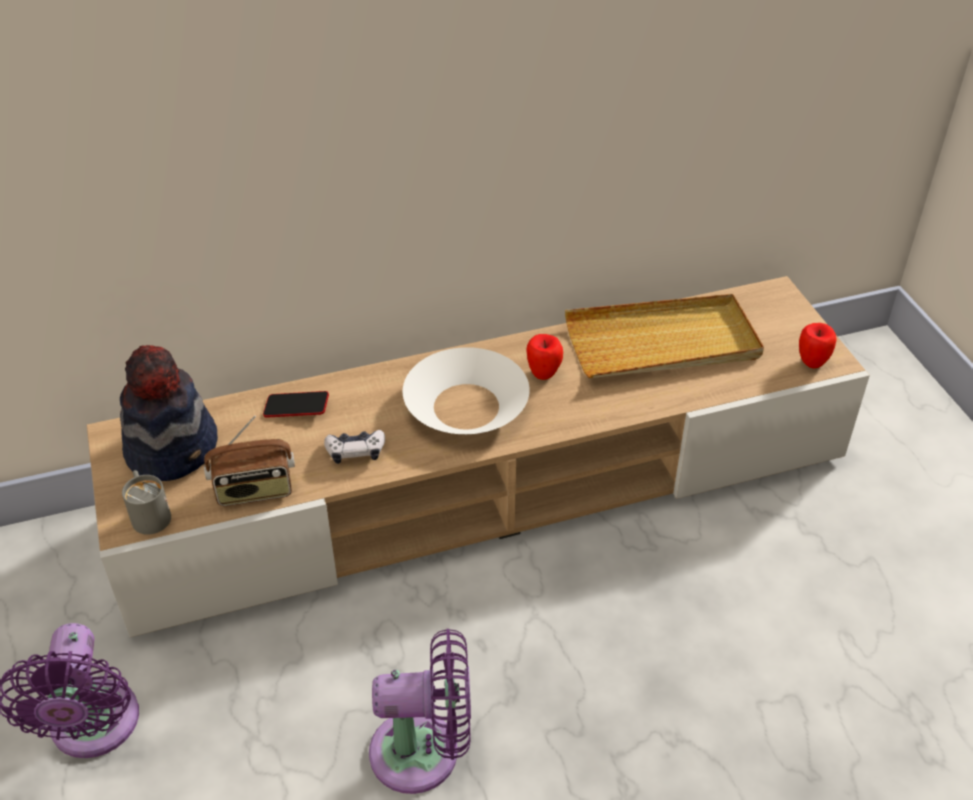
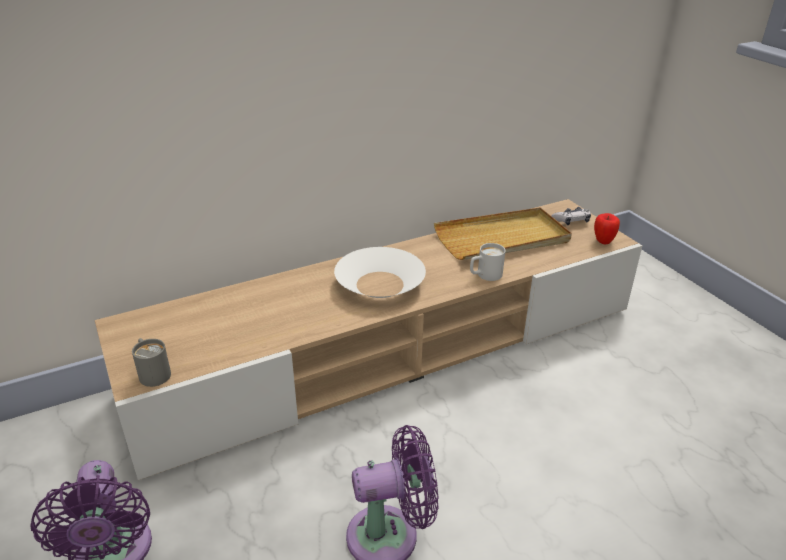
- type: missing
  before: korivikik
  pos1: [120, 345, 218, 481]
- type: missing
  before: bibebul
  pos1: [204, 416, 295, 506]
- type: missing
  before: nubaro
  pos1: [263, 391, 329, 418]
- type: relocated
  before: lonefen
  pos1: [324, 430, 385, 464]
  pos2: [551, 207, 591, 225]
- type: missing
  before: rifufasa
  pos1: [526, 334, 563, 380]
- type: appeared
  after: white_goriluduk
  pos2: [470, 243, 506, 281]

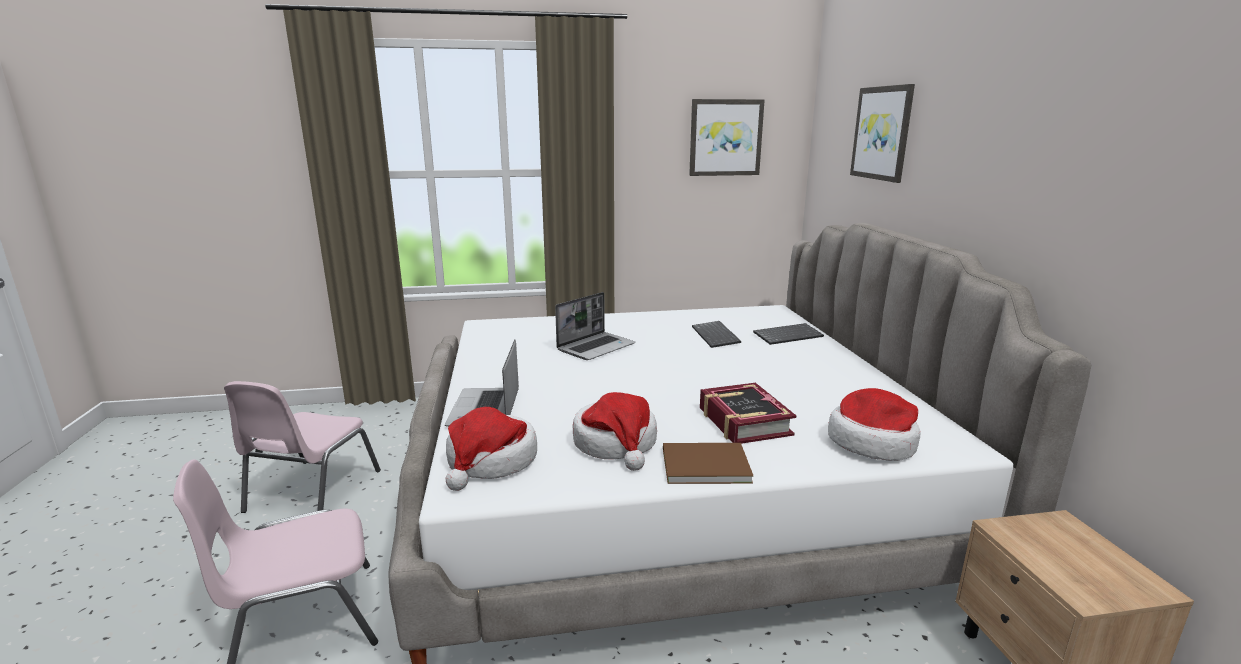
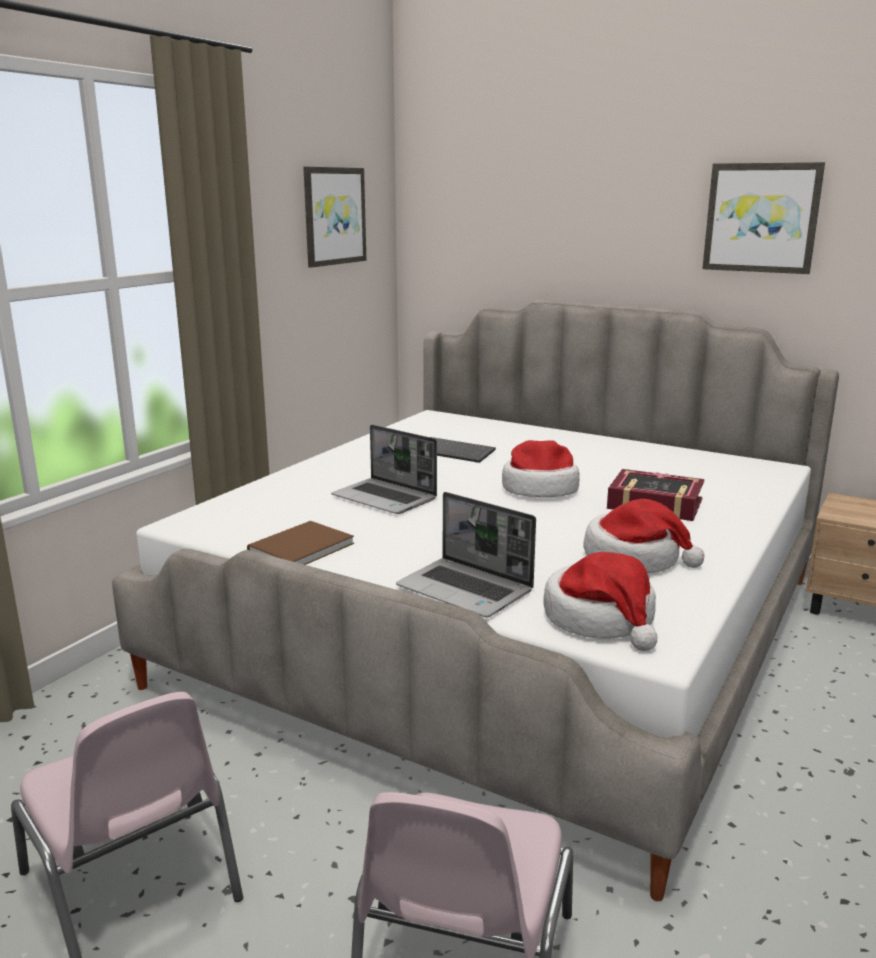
- type: spun
  before: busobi
  pos1: [555, 292, 636, 360]
  pos2: [331, 425, 437, 514]
  turn: 135
- type: relocated
  before: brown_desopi
  pos1: [663, 443, 753, 484]
  pos2: [247, 521, 354, 565]
- type: missing
  before: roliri
  pos1: [753, 323, 824, 345]
- type: relocated
  before: korivikik
  pos1: [828, 388, 920, 461]
  pos2: [502, 440, 580, 497]
- type: relocated
  before: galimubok
  pos1: [850, 84, 915, 183]
  pos2: [702, 162, 825, 274]

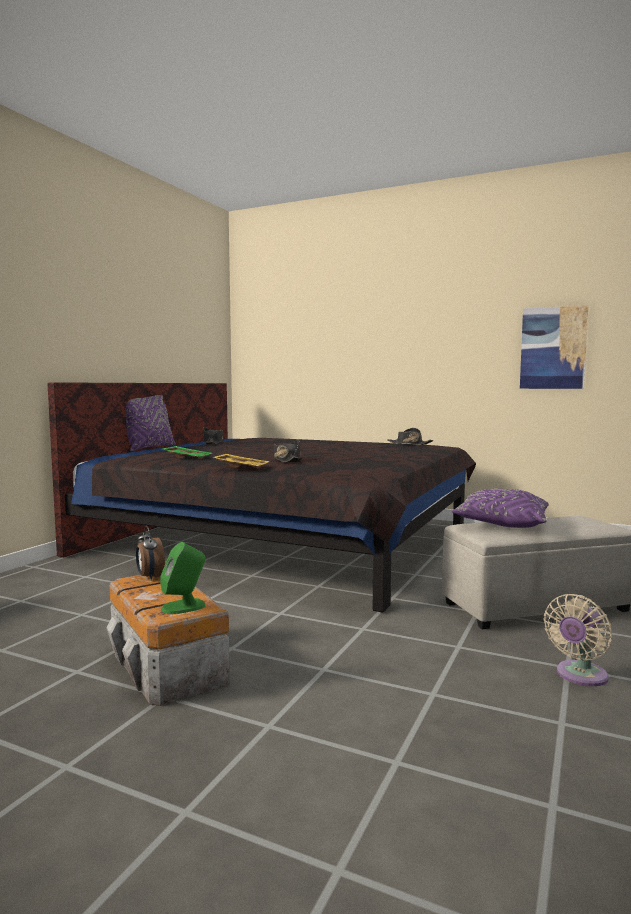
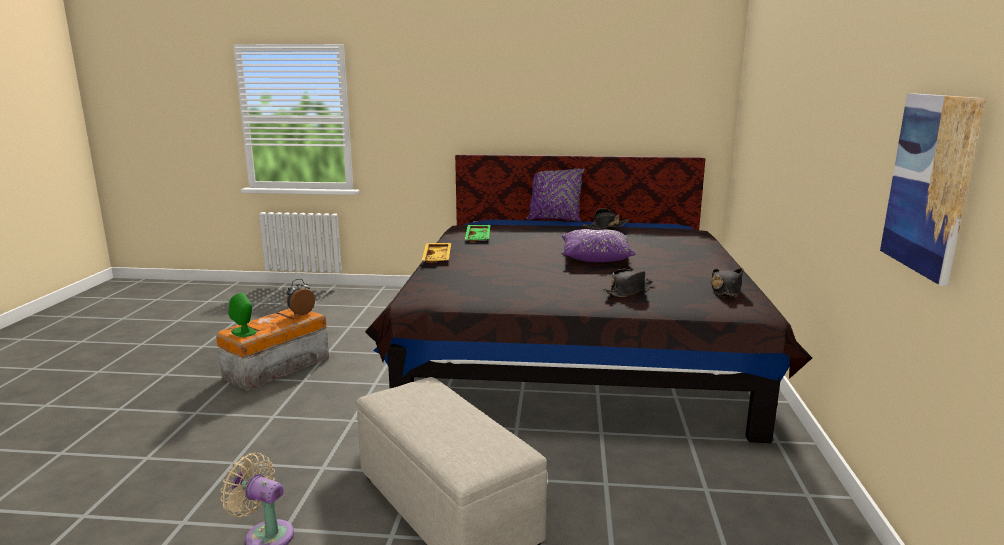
- type: relocated
  before: black_korivikik
  pos1: [274, 440, 302, 462]
  pos2: [603, 269, 653, 297]
- type: relocated
  before: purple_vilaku
  pos1: [452, 489, 548, 528]
  pos2: [561, 229, 635, 262]

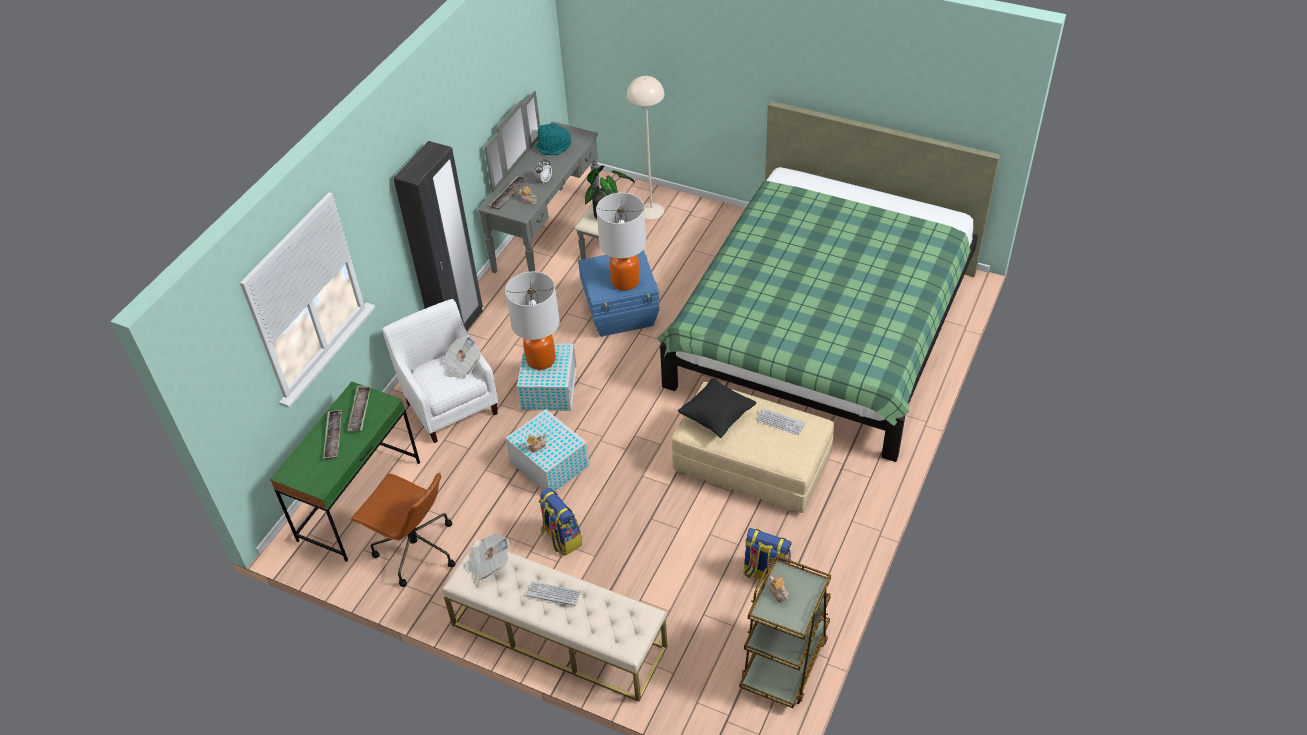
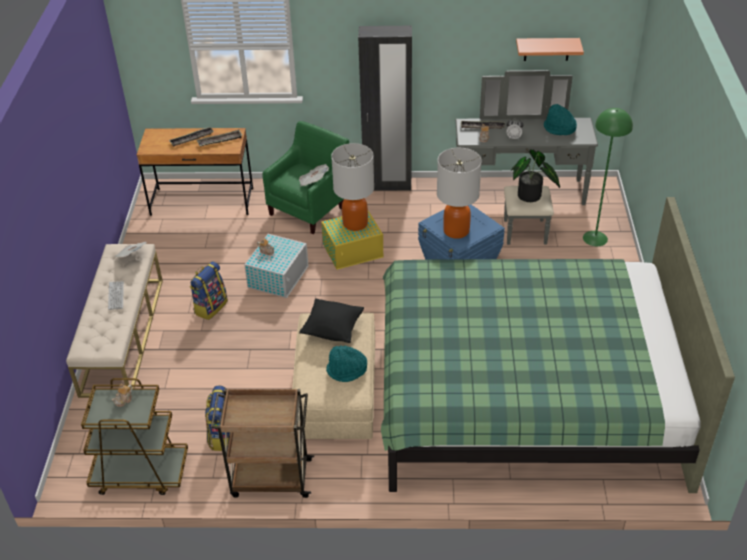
- type: colour
  before: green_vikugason
  after: brown_vikugason
  pos1: [270, 381, 420, 562]
  pos2: [137, 128, 253, 216]
- type: missing
  before: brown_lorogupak
  pos1: [350, 473, 455, 587]
- type: colour
  before: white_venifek
  after: green_venifek
  pos1: [382, 299, 498, 443]
  pos2: [263, 121, 349, 234]
- type: colour
  before: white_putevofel
  after: yellow_putevofel
  pos1: [517, 343, 577, 411]
  pos2: [321, 210, 383, 270]
- type: colour
  before: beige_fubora
  after: green_fubora
  pos1: [627, 76, 664, 219]
  pos2: [583, 108, 633, 246]
- type: exchanged
  before: roliri
  after: turquoise_korivikik
  pos1: [756, 408, 805, 435]
  pos2: [326, 346, 367, 382]
- type: appeared
  after: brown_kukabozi
  pos2: [211, 389, 314, 498]
- type: appeared
  after: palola
  pos2: [516, 38, 584, 61]

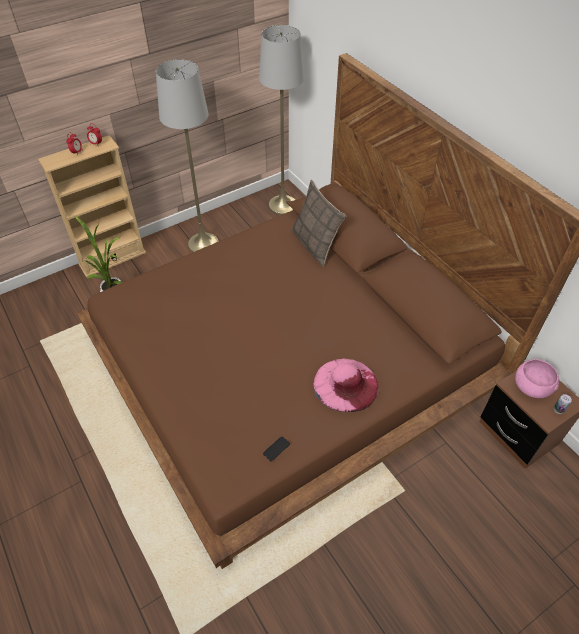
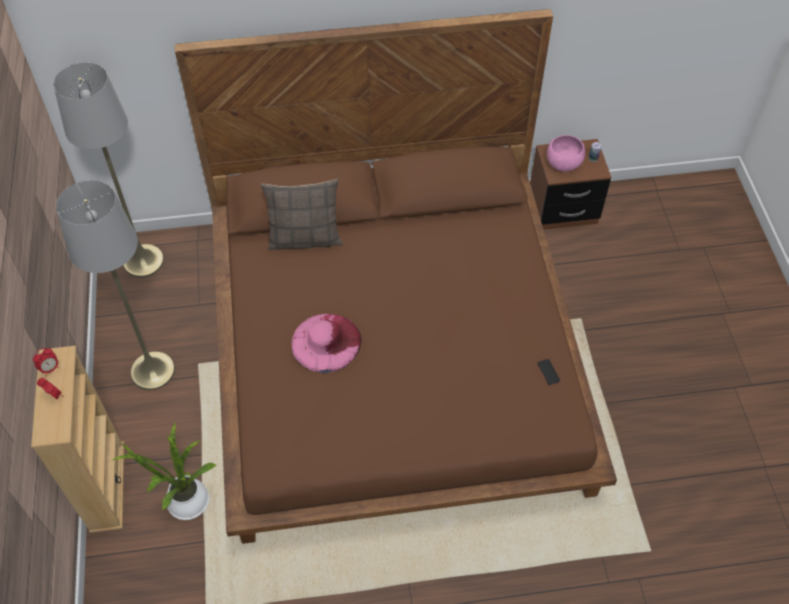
- type: relocated
  before: pink_korivikik
  pos1: [314, 359, 378, 412]
  pos2: [292, 314, 362, 373]

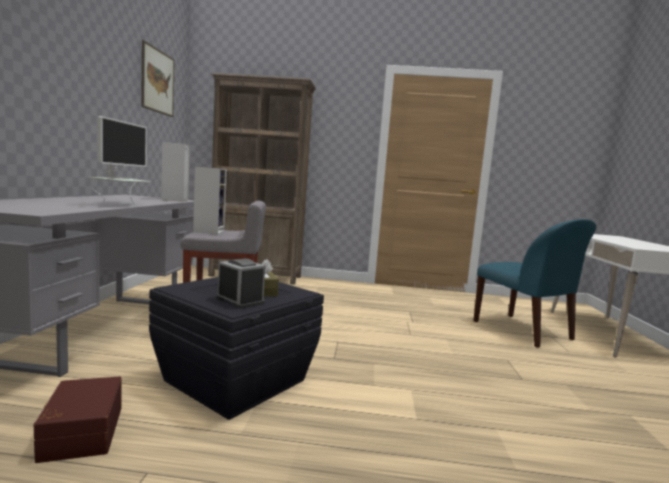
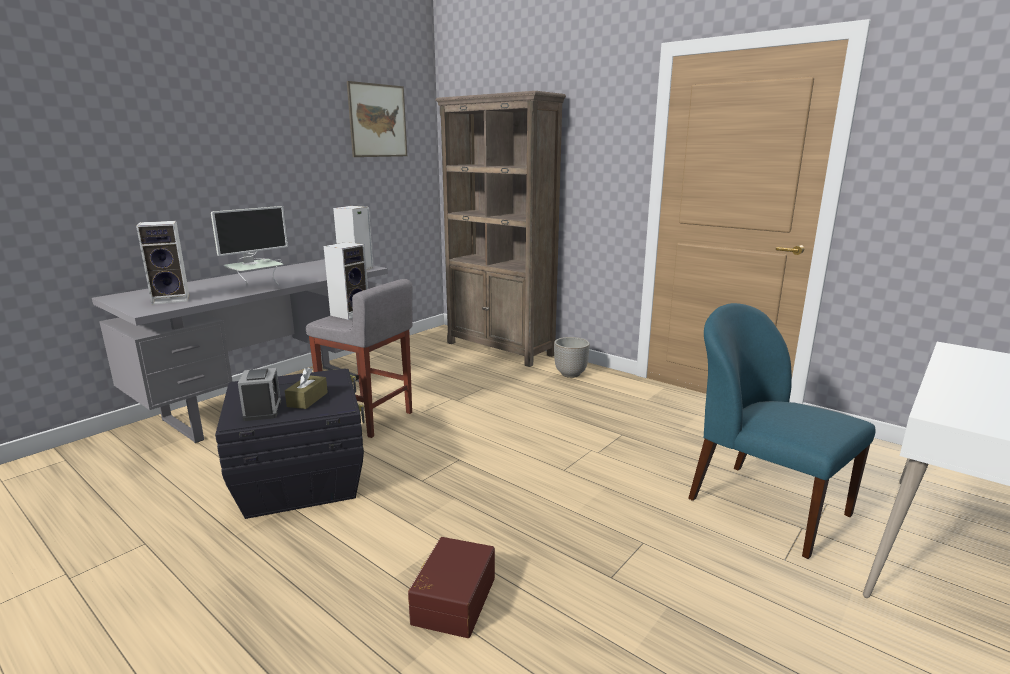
- type: relocated
  before: brown_putevofel
  pos1: [34, 376, 121, 463]
  pos2: [408, 537, 495, 638]
- type: spun
  before: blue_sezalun
  pos1: [474, 219, 596, 348]
  pos2: [688, 303, 876, 559]
  turn: 135
- type: appeared
  after: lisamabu
  pos2: [136, 221, 189, 305]
- type: appeared
  after: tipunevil
  pos2: [554, 337, 590, 378]

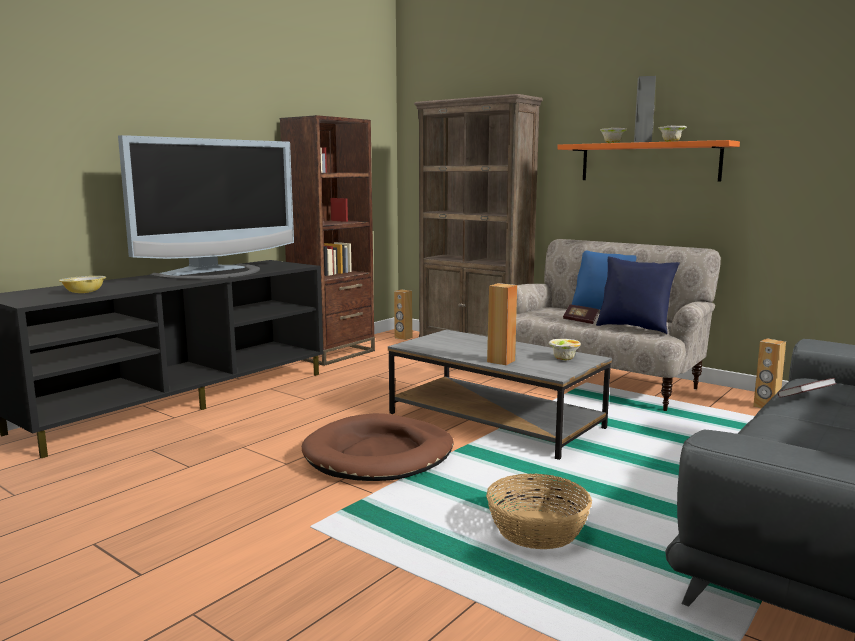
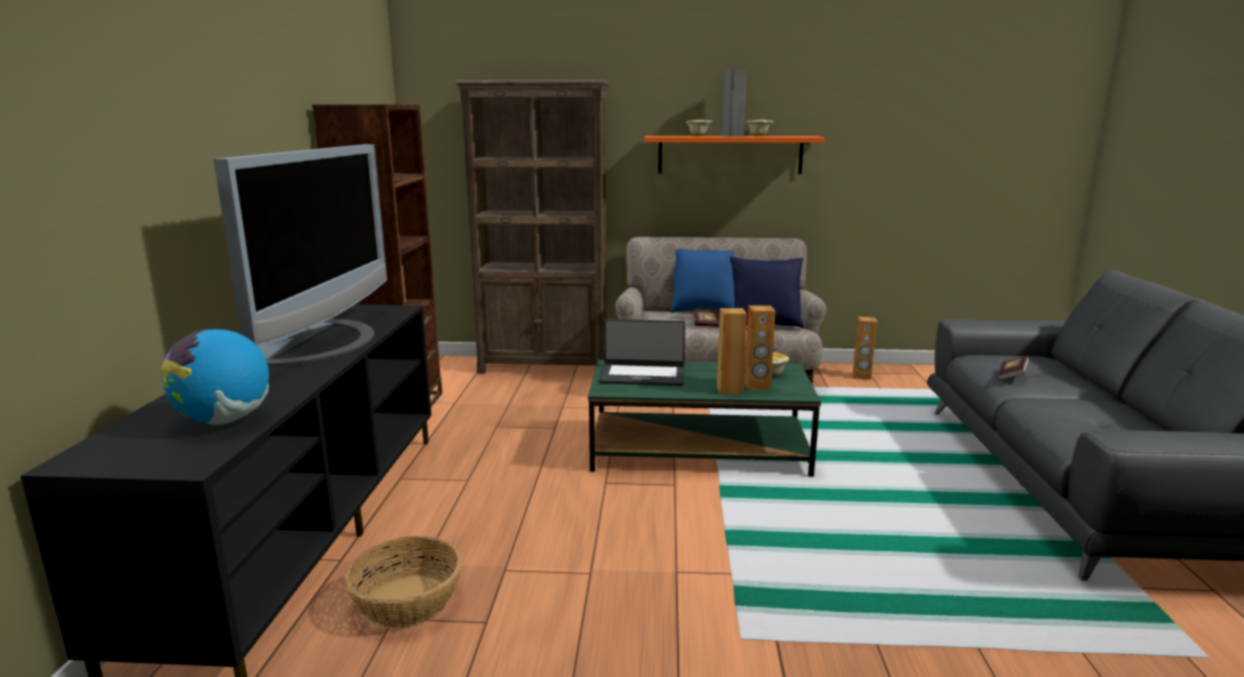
- type: exchanged
  before: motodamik
  after: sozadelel
  pos1: [59, 276, 106, 293]
  pos2: [161, 328, 269, 425]
- type: missing
  before: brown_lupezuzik
  pos1: [302, 413, 454, 481]
- type: colour
  before: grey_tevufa
  after: green_tevufa
  pos1: [388, 329, 612, 460]
  pos2: [588, 360, 821, 477]
- type: relocated
  before: brown_lisamabu
  pos1: [394, 289, 412, 340]
  pos2: [744, 305, 776, 390]
- type: relocated
  before: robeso
  pos1: [486, 474, 592, 549]
  pos2: [345, 536, 462, 628]
- type: appeared
  after: busobi
  pos2: [599, 319, 685, 386]

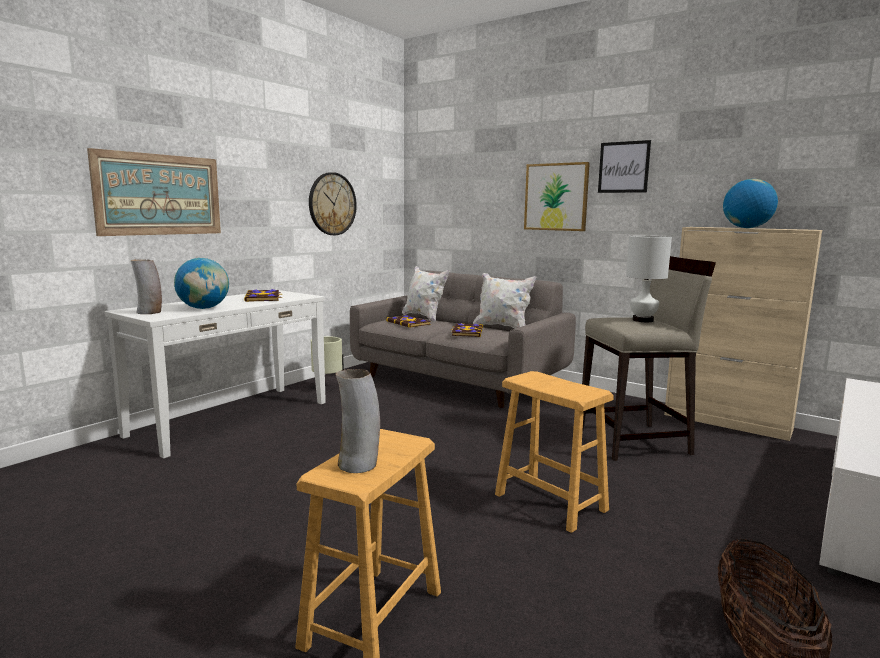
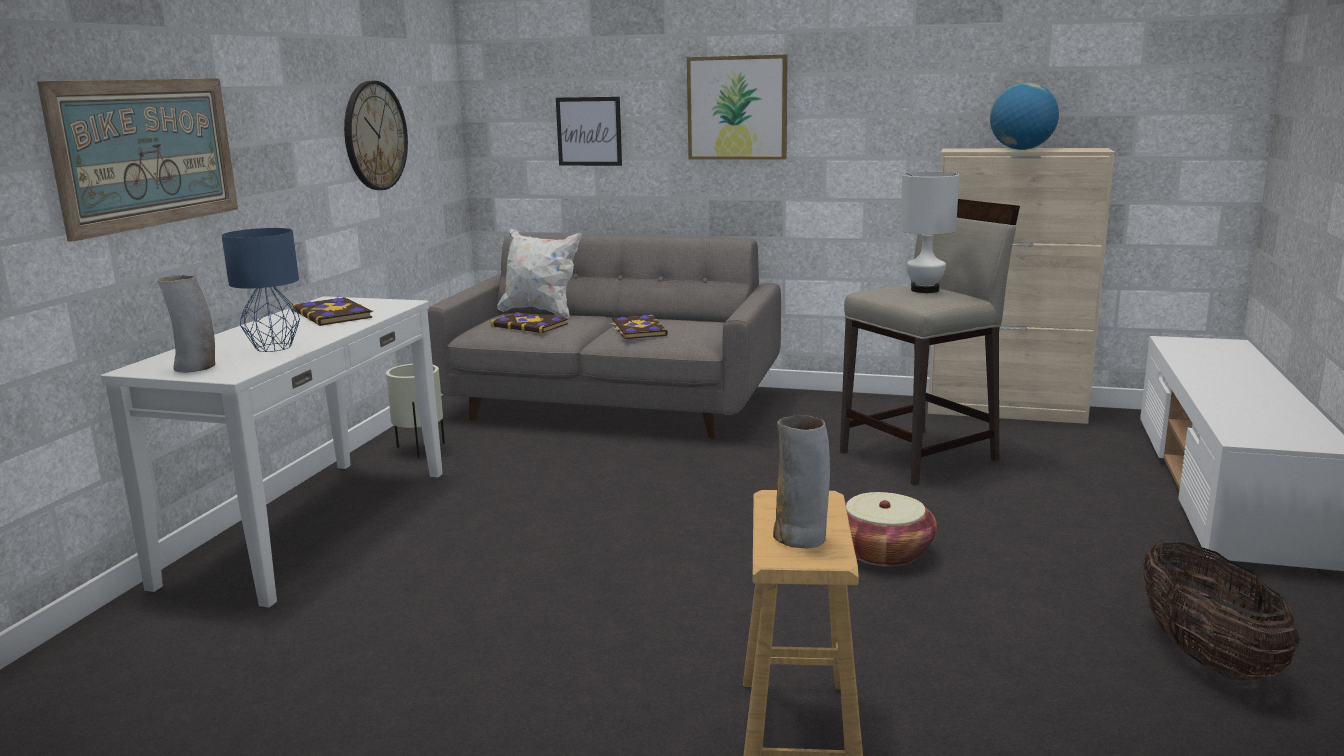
- type: exchanged
  before: sozadelel
  after: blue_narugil
  pos1: [174, 258, 229, 309]
  pos2: [221, 228, 300, 352]
- type: missing
  before: white_vilaku
  pos1: [473, 273, 536, 329]
- type: exchanged
  before: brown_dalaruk
  after: robeso
  pos1: [495, 371, 614, 533]
  pos2: [845, 492, 937, 567]
- type: relocated
  before: galimubok
  pos1: [598, 140, 651, 193]
  pos2: [556, 97, 622, 166]

